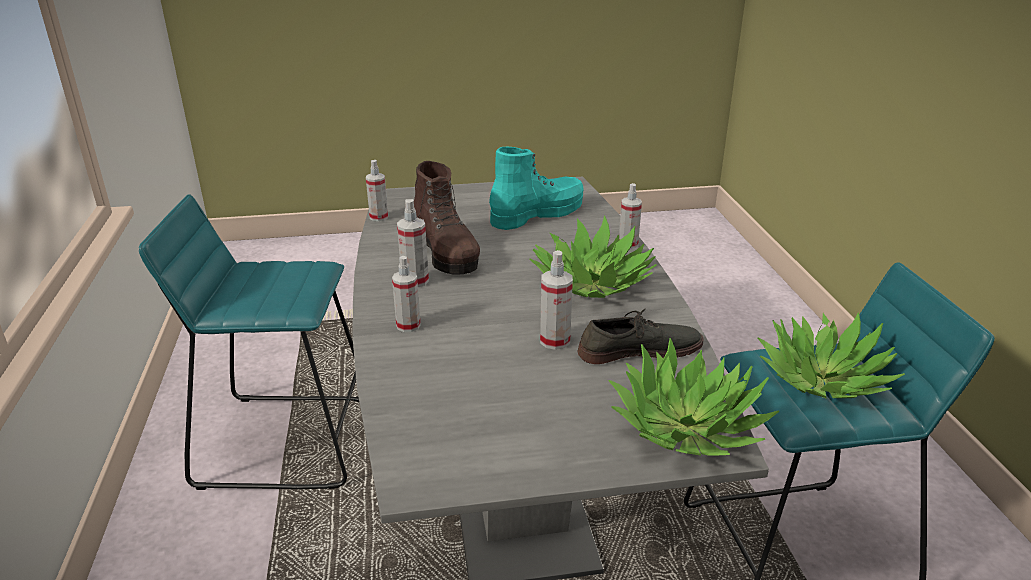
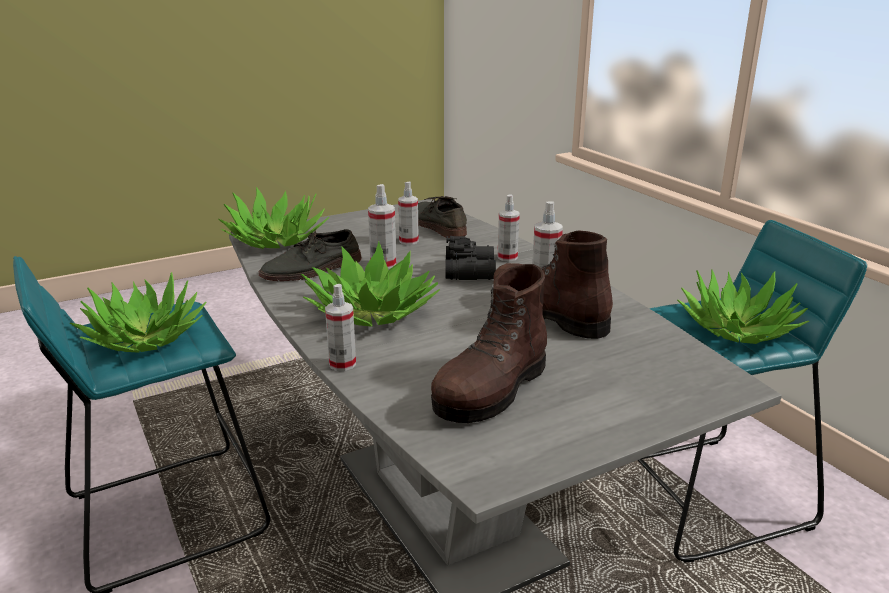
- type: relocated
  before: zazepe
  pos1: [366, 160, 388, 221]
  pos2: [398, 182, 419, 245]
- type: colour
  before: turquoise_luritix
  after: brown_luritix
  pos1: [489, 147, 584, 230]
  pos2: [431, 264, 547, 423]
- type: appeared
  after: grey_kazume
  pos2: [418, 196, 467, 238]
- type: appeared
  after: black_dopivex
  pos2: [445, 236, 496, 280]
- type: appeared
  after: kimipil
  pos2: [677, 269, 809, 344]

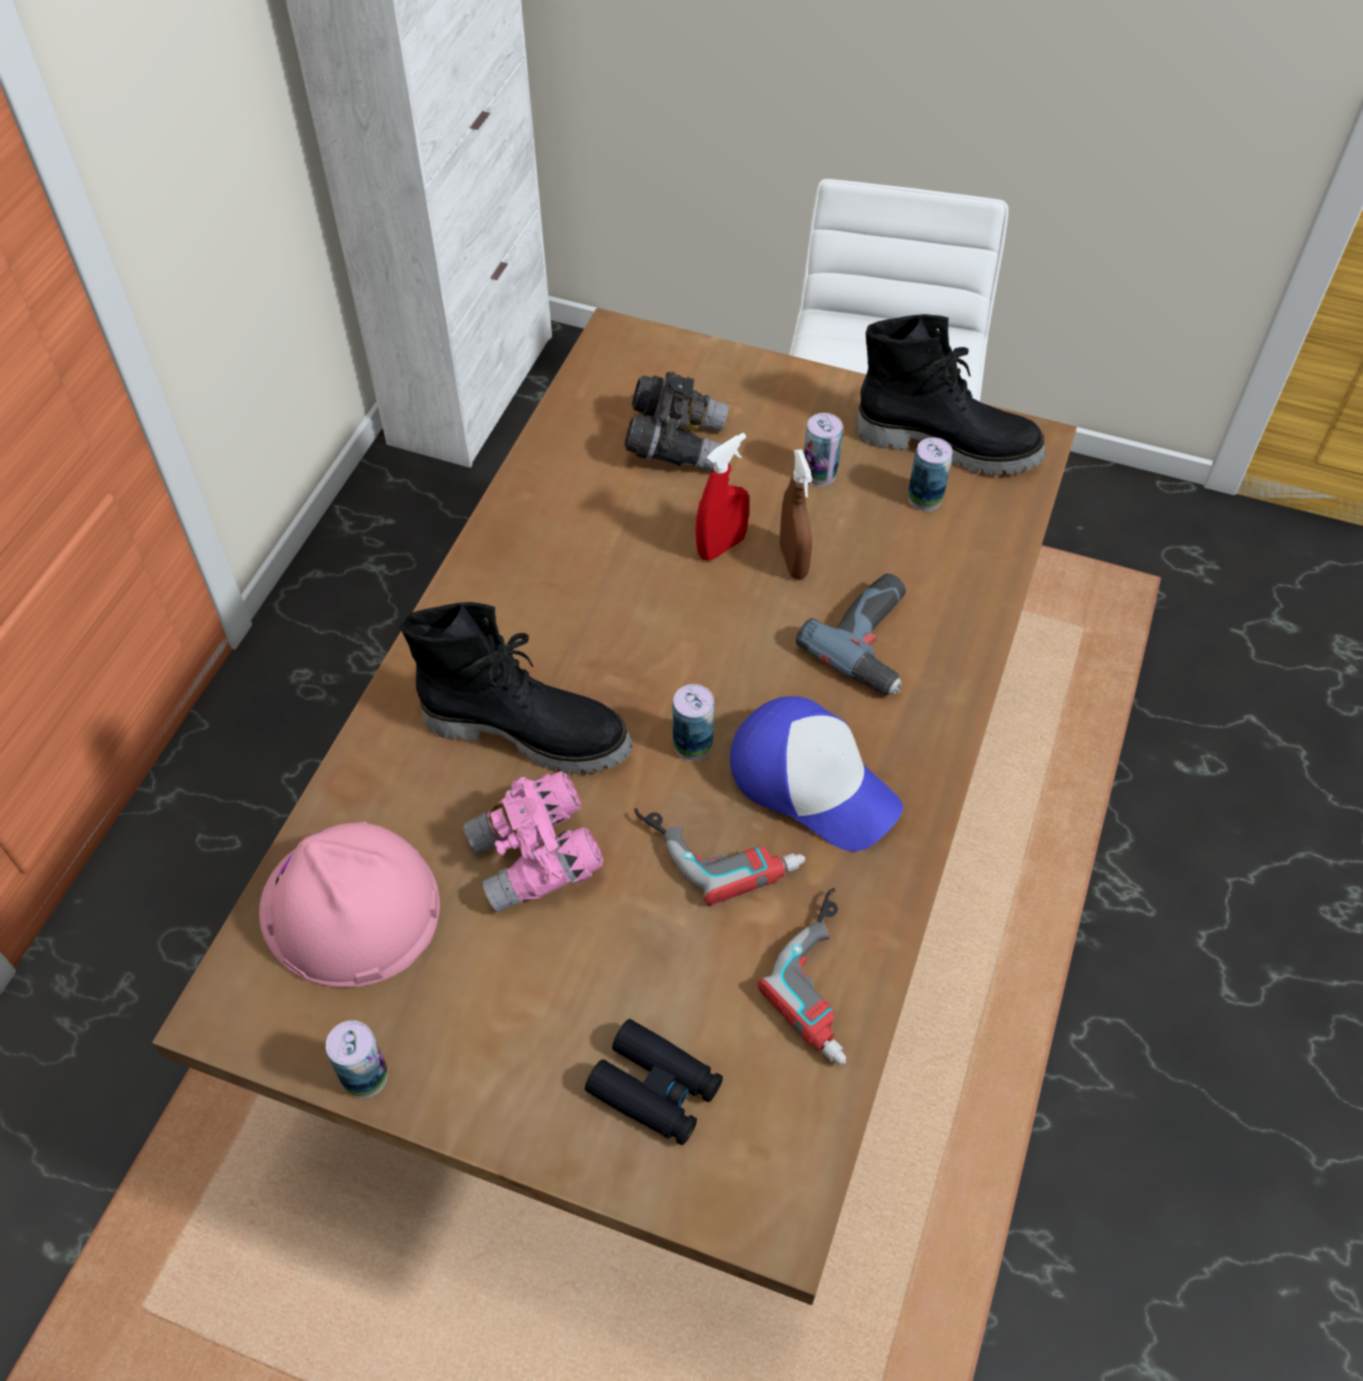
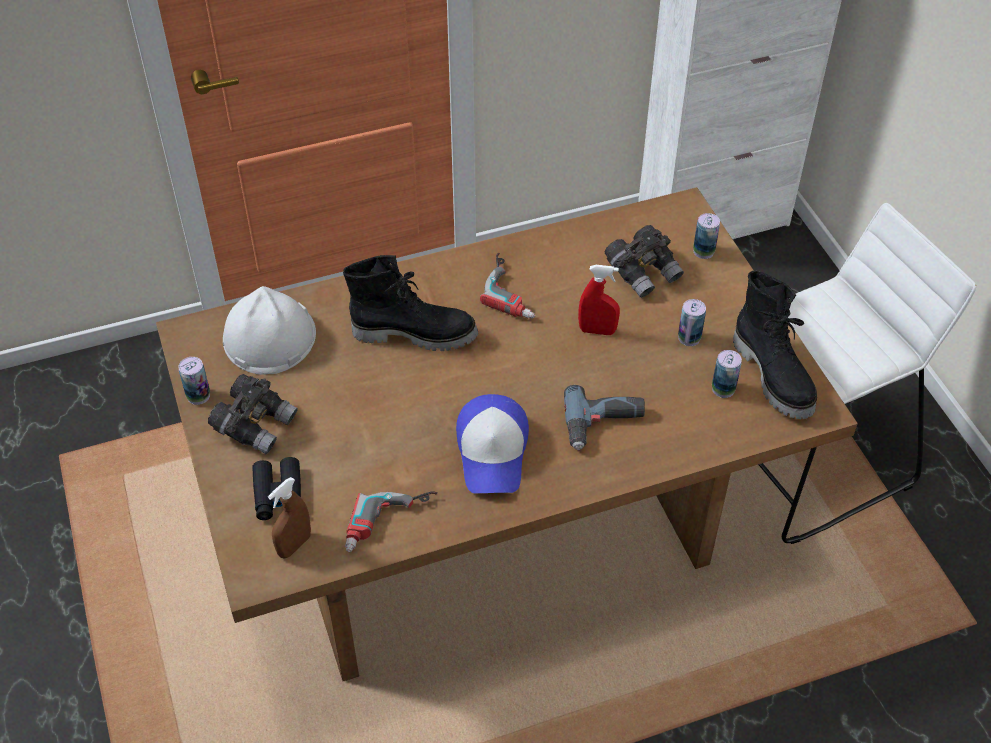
- type: colour
  before: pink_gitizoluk
  after: white_gitizoluk
  pos1: [259, 822, 440, 988]
  pos2: [223, 286, 316, 375]
- type: spun
  before: black_luritix
  pos1: [400, 602, 632, 774]
  pos2: [343, 255, 478, 351]
  turn: -60
- type: missing
  before: pink_dopivex
  pos1: [463, 771, 603, 913]
- type: relocated
  before: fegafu
  pos1: [634, 808, 805, 906]
  pos2: [480, 253, 535, 319]
- type: relocated
  before: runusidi
  pos1: [673, 684, 715, 761]
  pos2: [693, 213, 720, 259]
- type: relocated
  before: brown_zazepe
  pos1: [780, 449, 812, 579]
  pos2: [268, 477, 311, 559]
- type: appeared
  after: grey_dopivex
  pos2: [208, 374, 298, 454]

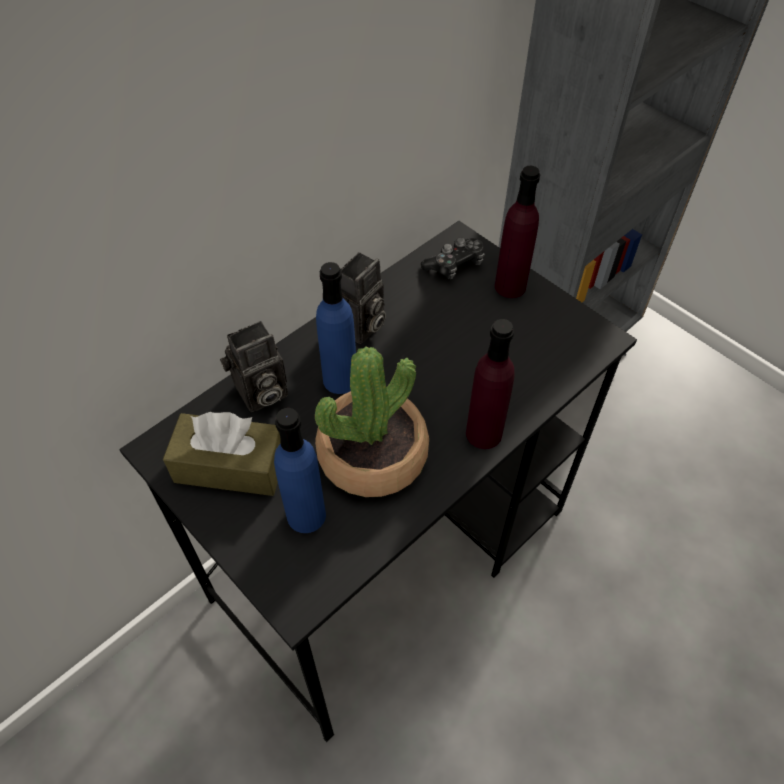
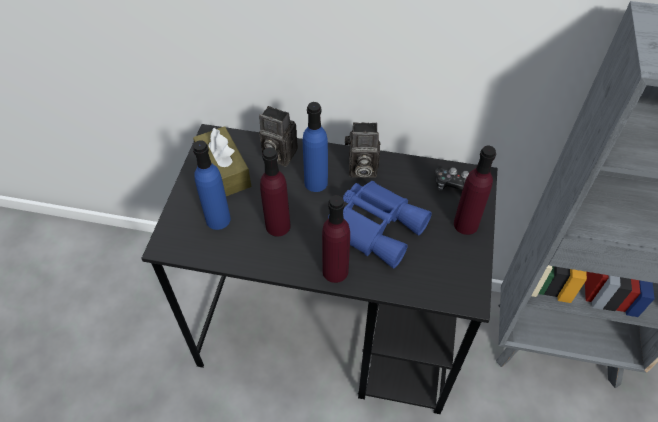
- type: exchanged
  before: kimipil
  after: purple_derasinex
  pos1: [315, 346, 429, 497]
  pos2: [260, 147, 291, 237]
- type: appeared
  after: blue_dopivex
  pos2: [328, 181, 432, 268]

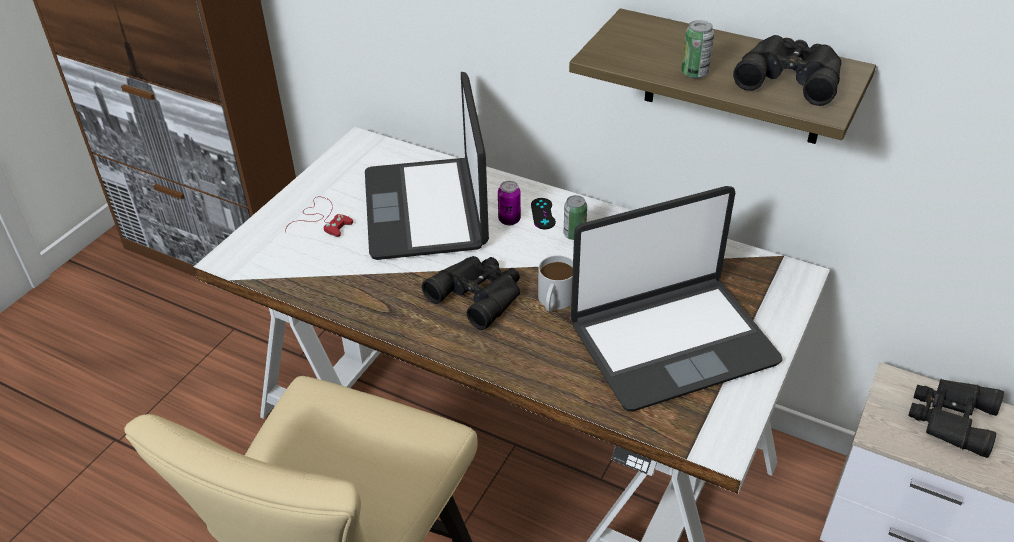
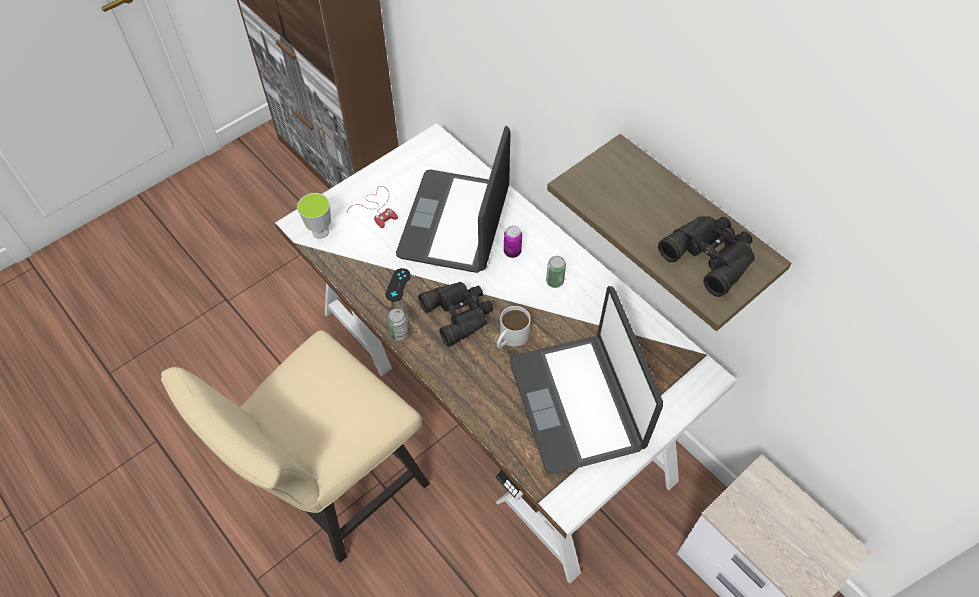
- type: relocated
  before: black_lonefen
  pos1: [531, 198, 556, 229]
  pos2: [385, 268, 411, 302]
- type: spun
  before: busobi
  pos1: [571, 186, 783, 412]
  pos2: [510, 286, 663, 474]
  turn: 75
- type: relocated
  before: runusidi
  pos1: [681, 20, 714, 79]
  pos2: [387, 309, 409, 341]
- type: missing
  before: black_dopivex
  pos1: [908, 379, 1004, 458]
- type: appeared
  after: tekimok
  pos2: [297, 193, 331, 239]

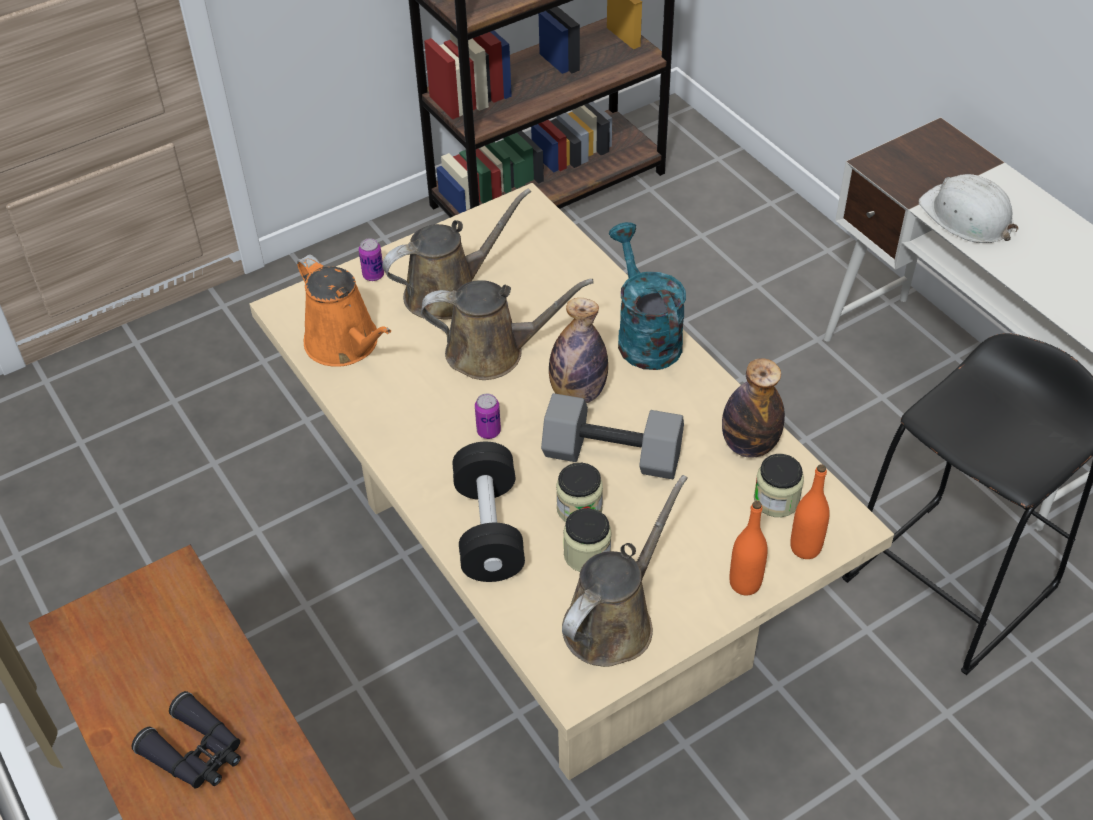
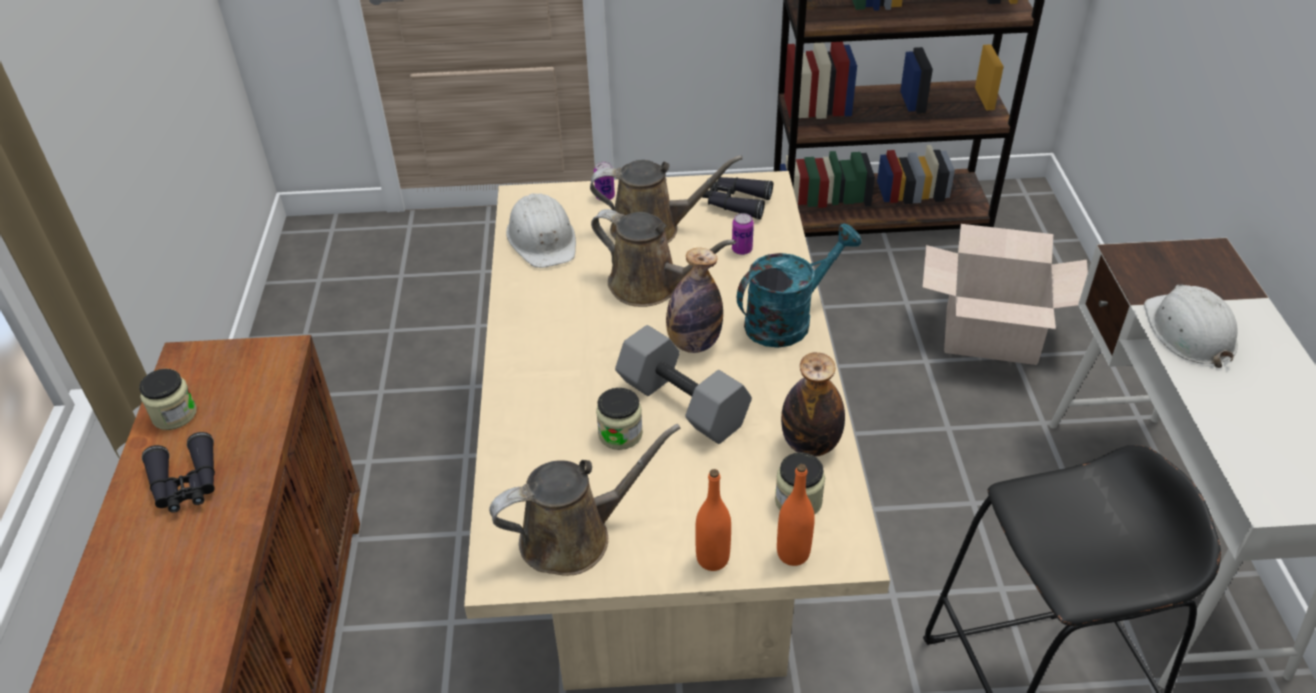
- type: exchanged
  before: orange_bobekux
  after: white_gitizoluk
  pos1: [297, 255, 391, 367]
  pos2: [506, 193, 576, 268]
- type: missing
  before: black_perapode
  pos1: [452, 442, 525, 582]
- type: relocated
  before: runusidi
  pos1: [475, 393, 501, 439]
  pos2: [732, 213, 754, 255]
- type: relocated
  before: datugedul
  pos1: [563, 508, 612, 572]
  pos2: [139, 369, 197, 430]
- type: spun
  before: turquoise_bobekux
  pos1: [609, 222, 686, 370]
  pos2: [737, 224, 862, 348]
  turn: 45
- type: appeared
  after: black_dopivex
  pos2: [702, 176, 773, 219]
- type: appeared
  after: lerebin
  pos2: [922, 224, 1088, 365]

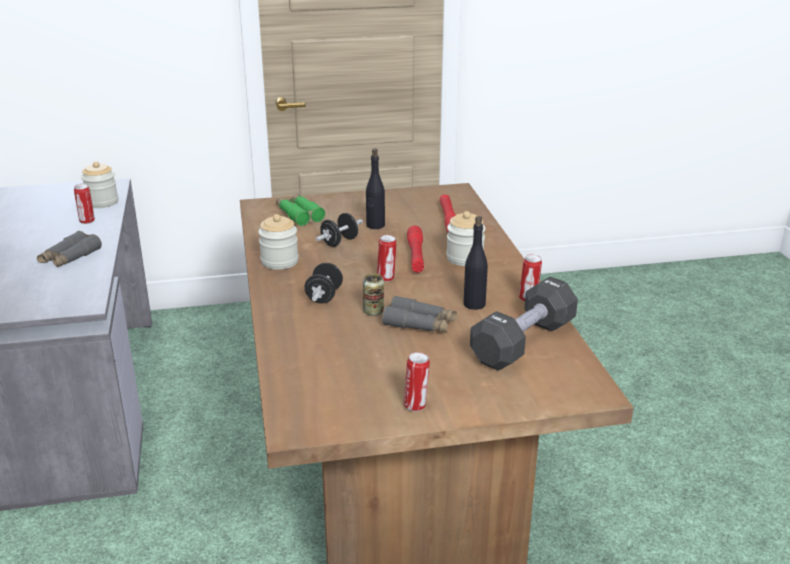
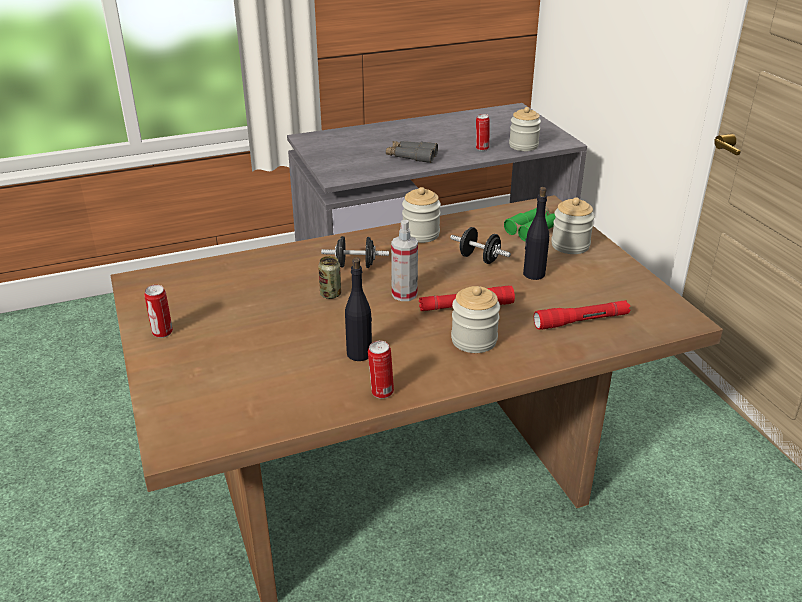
- type: exchanged
  before: runusidi
  after: zazepe
  pos1: [377, 235, 397, 282]
  pos2: [391, 220, 418, 301]
- type: missing
  before: grey_dopivex
  pos1: [382, 296, 457, 333]
- type: missing
  before: black_perapode
  pos1: [470, 276, 578, 371]
- type: appeared
  after: datugedul
  pos2: [551, 198, 595, 254]

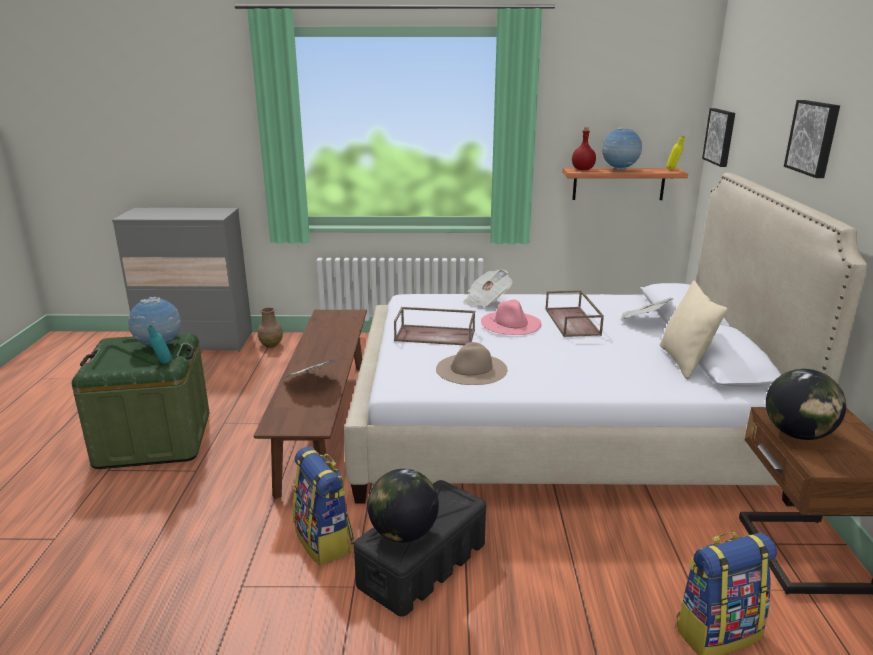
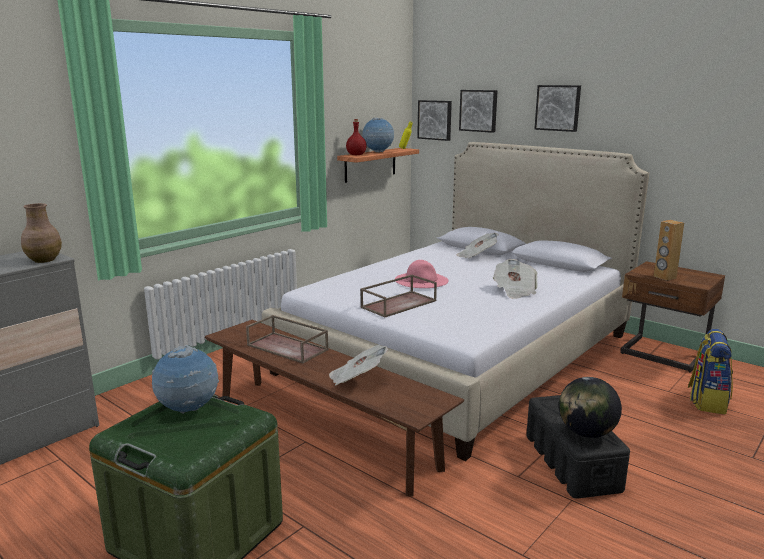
- type: missing
  before: turquoise_derasinex
  pos1: [148, 325, 172, 364]
- type: relocated
  before: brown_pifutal
  pos1: [258, 307, 283, 348]
  pos2: [21, 203, 62, 263]
- type: missing
  before: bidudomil
  pos1: [293, 446, 354, 565]
- type: missing
  before: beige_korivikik
  pos1: [436, 342, 507, 385]
- type: relocated
  before: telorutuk
  pos1: [463, 269, 512, 307]
  pos2: [493, 259, 537, 299]
- type: relocated
  before: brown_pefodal
  pos1: [545, 290, 604, 337]
  pos2: [246, 315, 329, 364]
- type: missing
  before: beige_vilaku
  pos1: [660, 281, 727, 379]
- type: exchanged
  before: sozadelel
  after: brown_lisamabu
  pos1: [766, 369, 846, 440]
  pos2: [654, 220, 684, 281]
- type: appeared
  after: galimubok
  pos2: [459, 90, 498, 133]

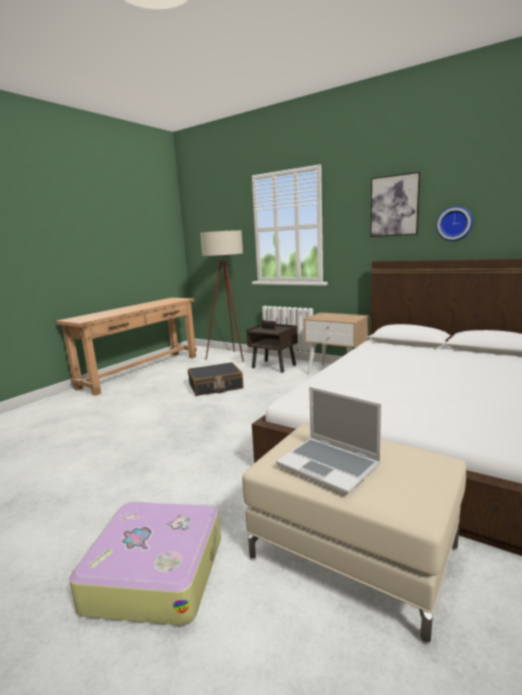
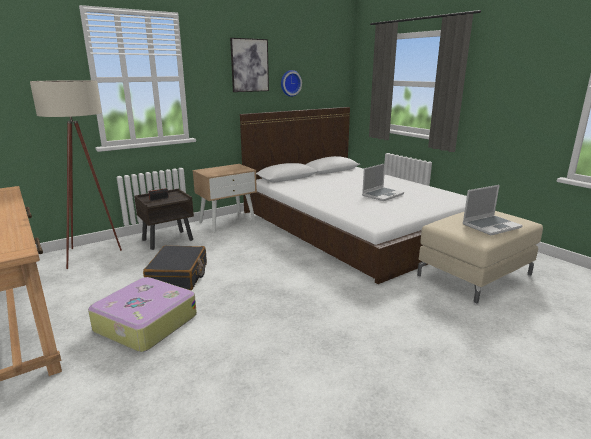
- type: relocated
  before: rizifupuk
  pos1: [69, 501, 221, 625]
  pos2: [88, 277, 197, 352]
- type: appeared
  after: busobi
  pos2: [362, 163, 404, 201]

